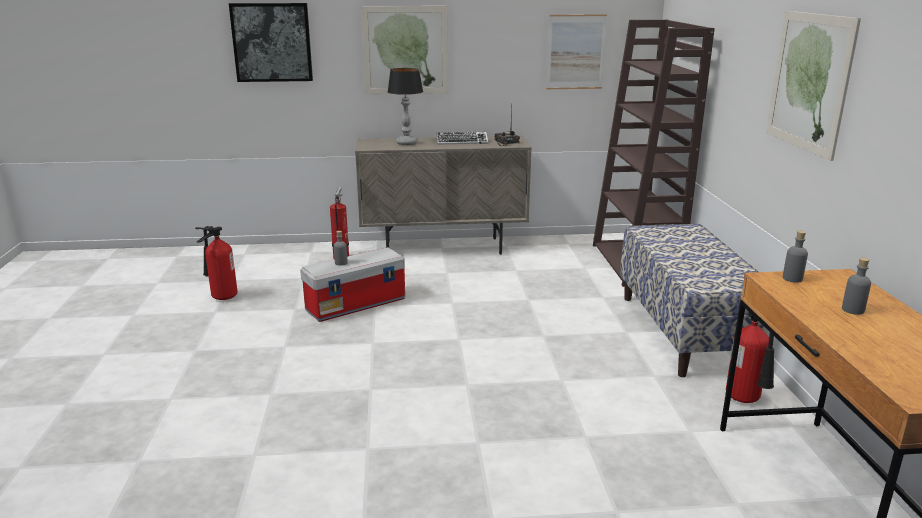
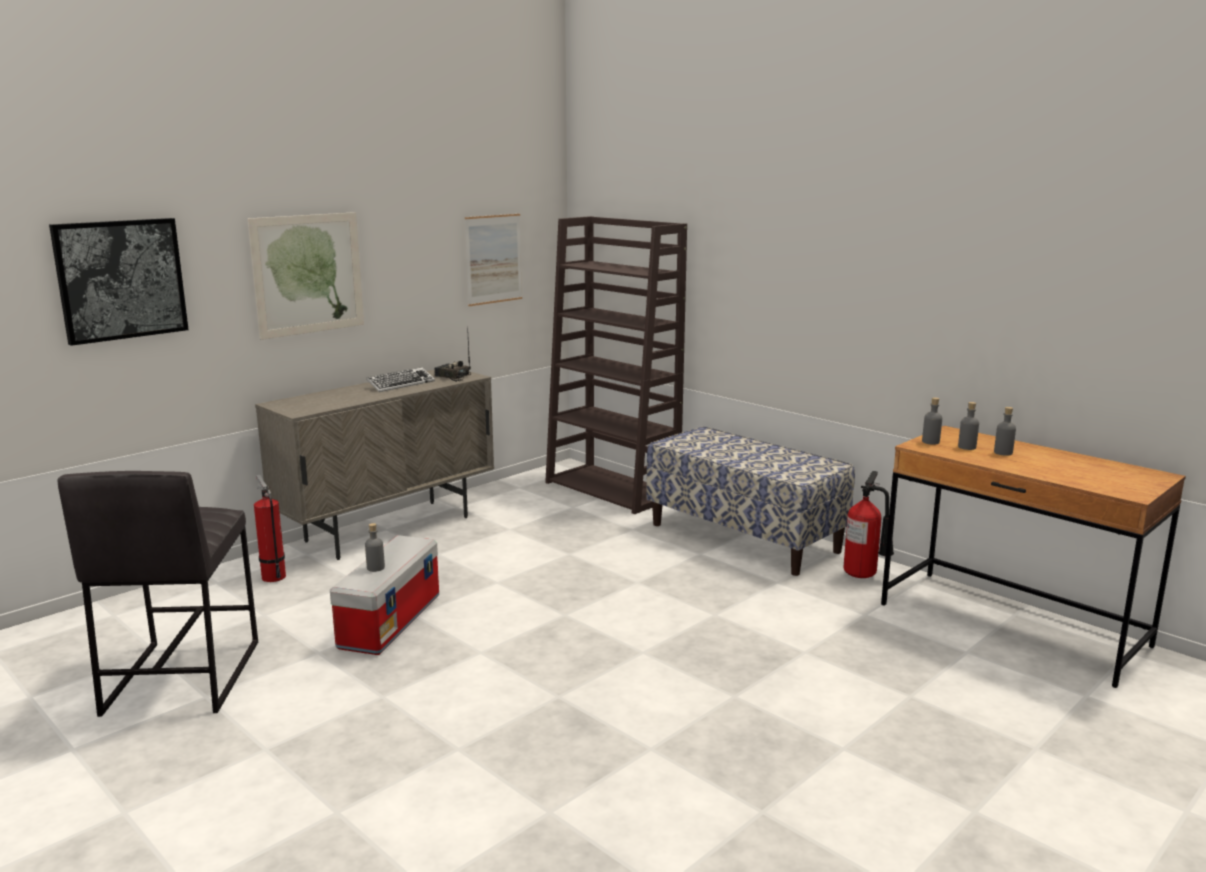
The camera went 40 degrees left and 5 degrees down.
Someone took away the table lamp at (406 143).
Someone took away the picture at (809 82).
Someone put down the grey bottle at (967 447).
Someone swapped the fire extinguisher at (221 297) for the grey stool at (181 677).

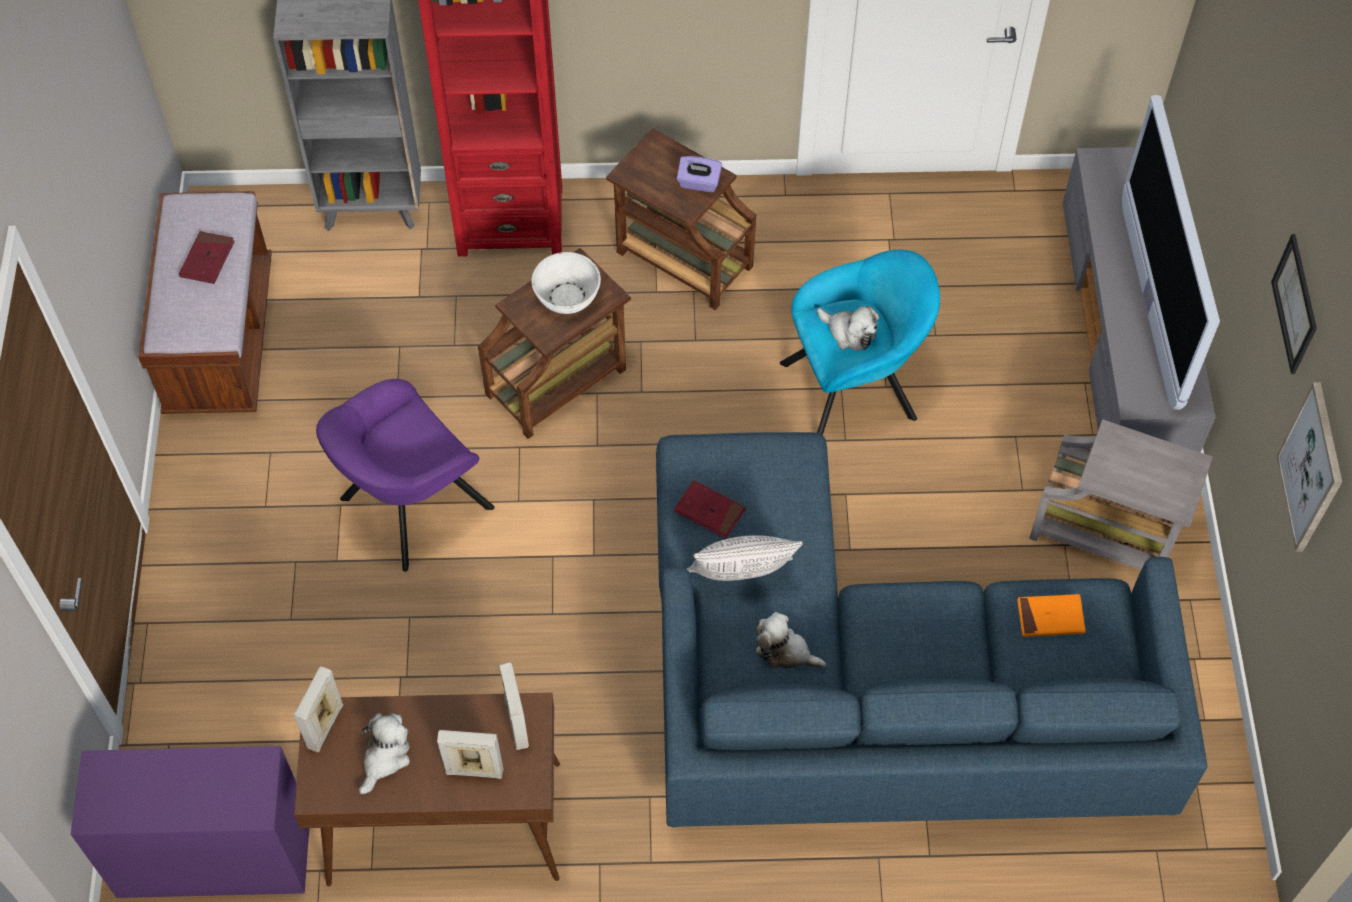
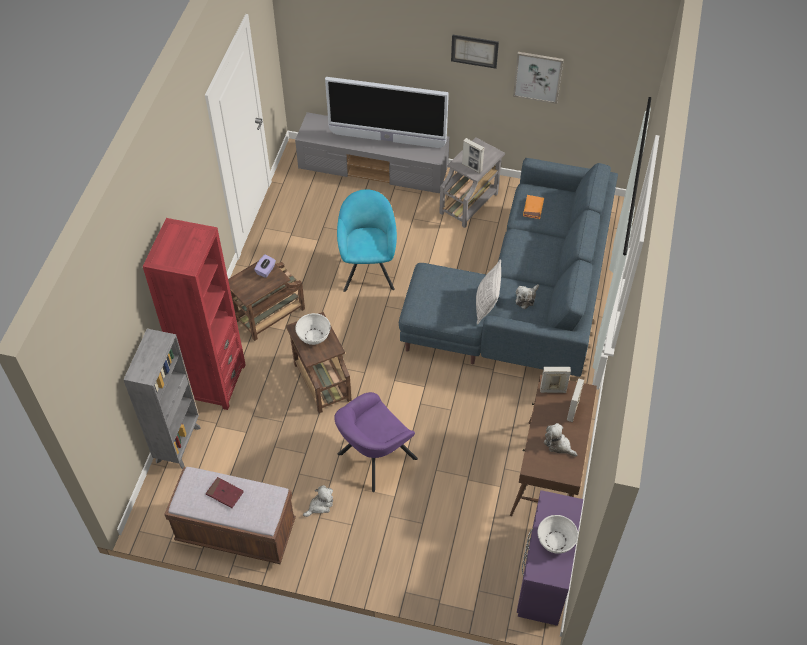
The camera went 75 degrees left and 5 degrees down.
Someone took away the red book at (709 511).
Someone put down the white bowl at (555 541).
Someone carried the picture frame from (325 727) to (472 167).
Someone carried the plush toy from (849 333) to (320 505).
Someone rotated the purple armchair at (410 507) by 75 degrees clockwise.

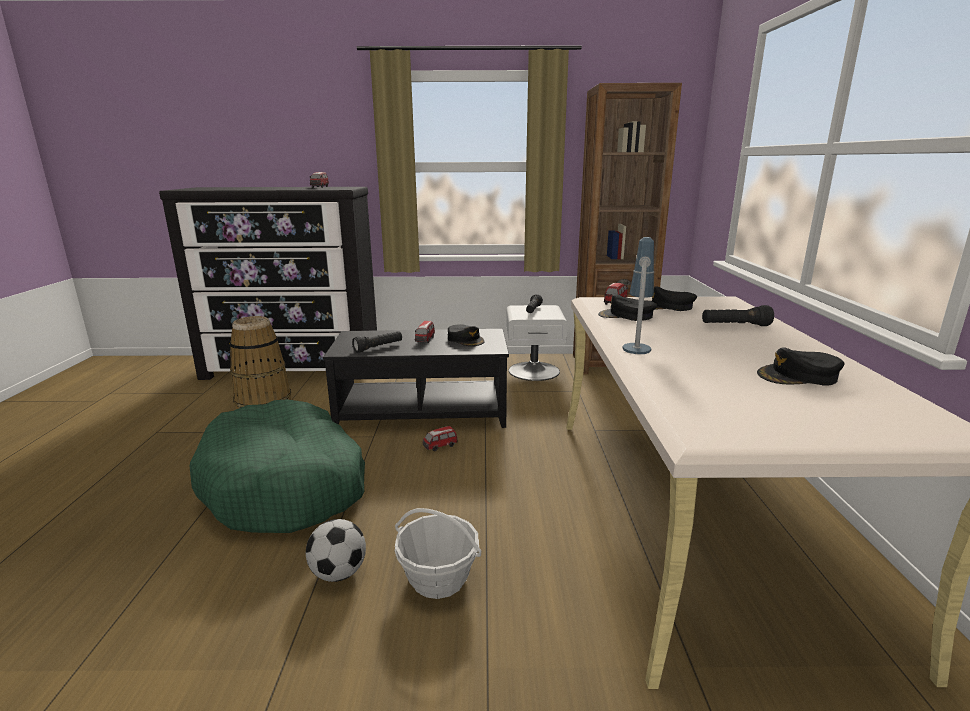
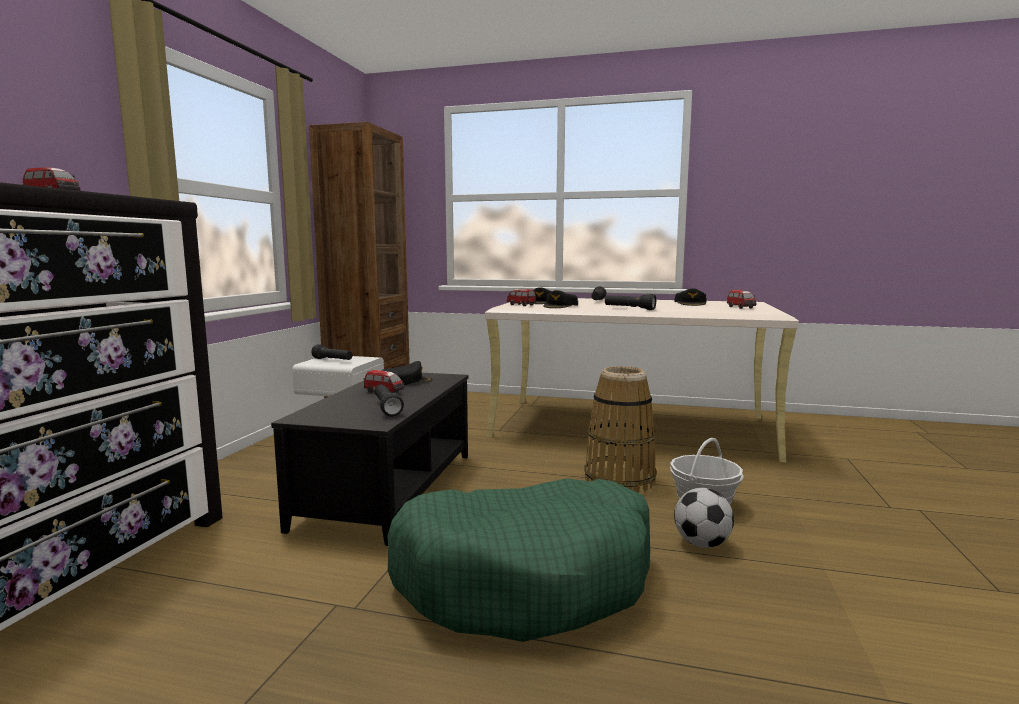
The camera went 75 degrees left and 10 degrees down.
Someone carried the basket from (263 402) to (619 479).
Someone carried the toy car from (440 446) to (741 307).
Someone swapped the table lamp at (637 343) for the black flashlight at (629 309).

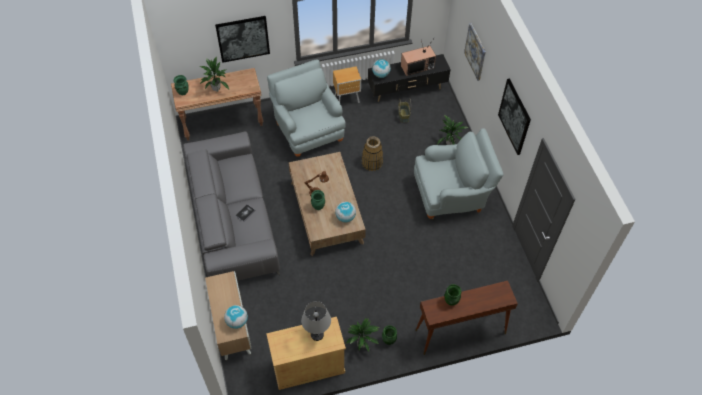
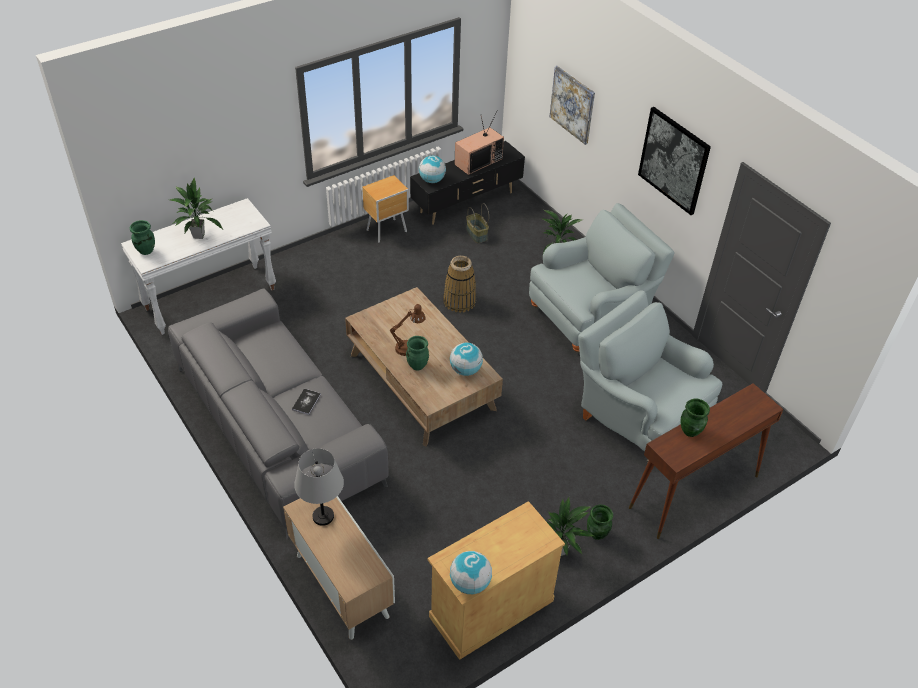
The camera went 20 degrees left and 10 degrees down.
Someone took away the picture at (243 38).
Someone carried the globe from (237 321) to (470 583).
Someone carried the grey armchair from (308 130) to (638 414).
Someone carried the grey table lamp from (317 334) to (323 516).
Someone repainted the brown console table at (223 122), which became the white console table at (210 298).

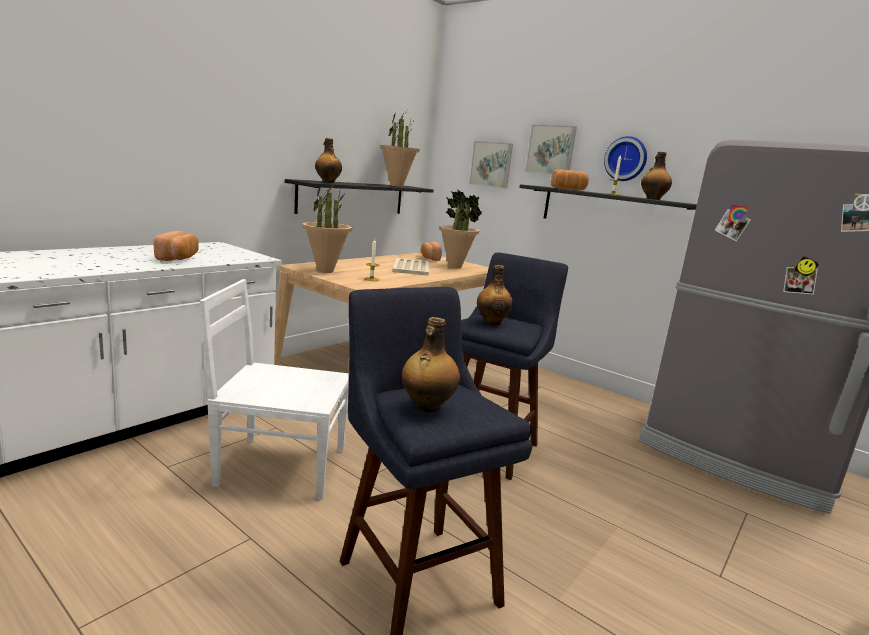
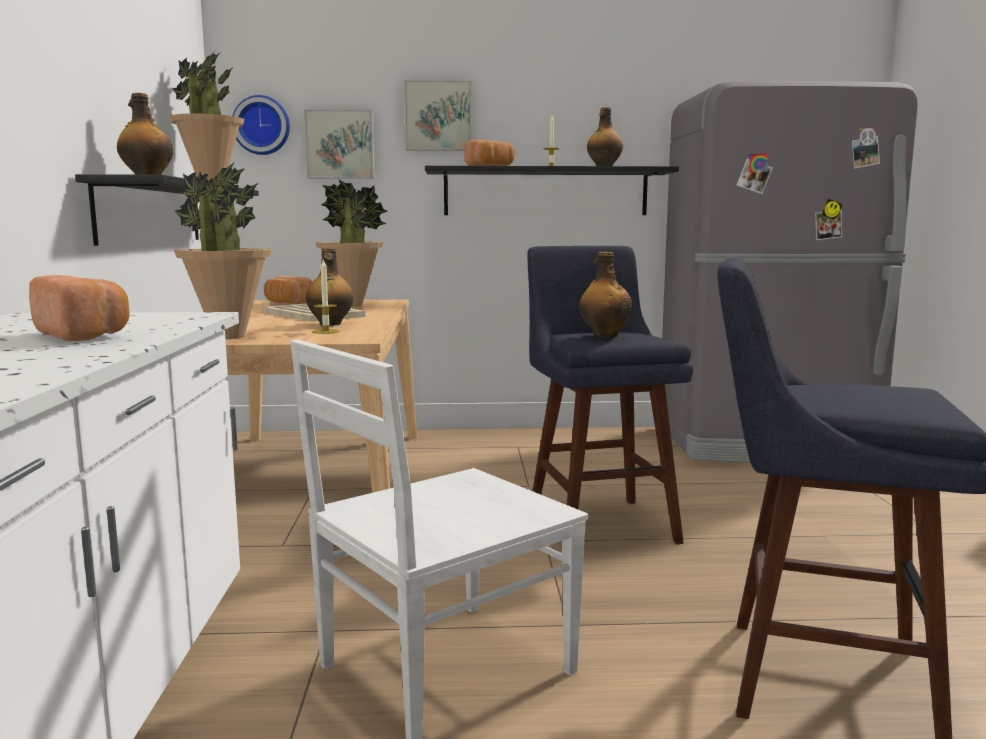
The camera went 40 degrees left and 5 degrees down.
Someone carried the bottle from (426 407) to (330 324).
Someone carried the wall clock from (626 159) to (262 125).

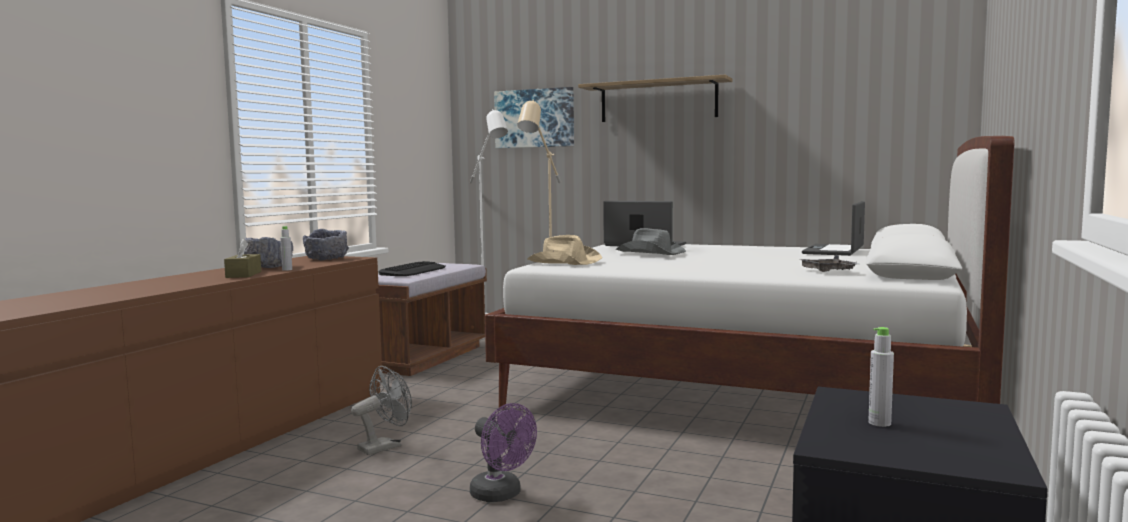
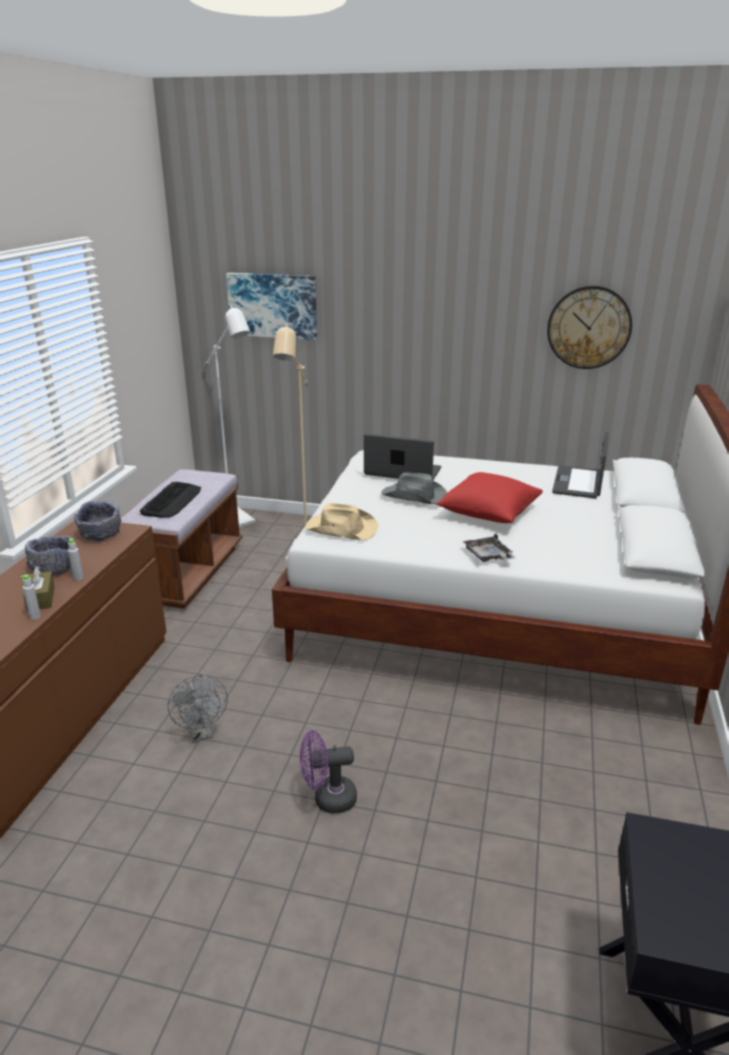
The camera went 10 degrees left and 20 degrees up.
Someone took away the shelf at (658 101).
Someone put down the red pillow at (488 513).
Someone put up the wall clock at (588 327).
Someone carried the grey tray from (828 272) to (488 556).
Someone carried the grey bottle from (879 423) to (35 617).
Someone rotated the grey fan at (385 446) by 120 degrees clockwise.
Someone rotated the purple fan at (501 495) by 135 degrees clockwise.

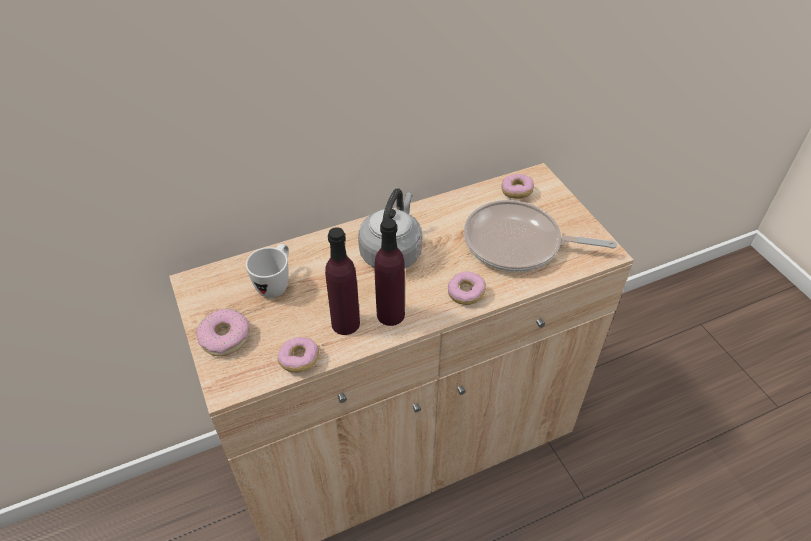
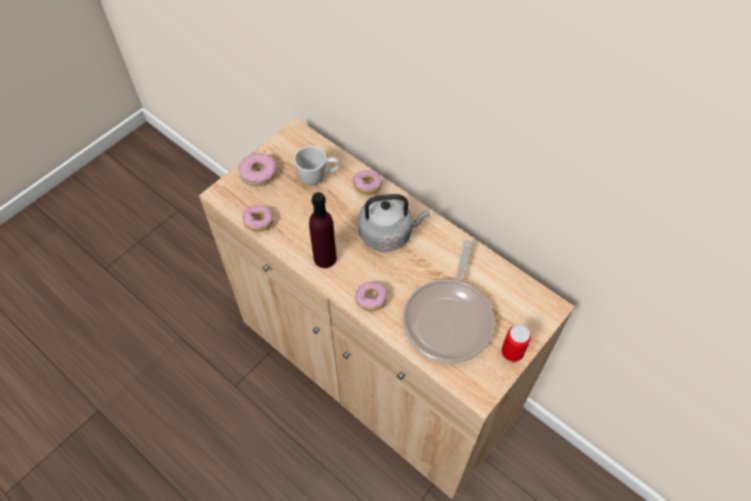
The camera went 65 degrees right and 10 degrees up.
Someone took away the purple bottle at (345 323).
Someone put down the can at (512 352).
Someone carried the donut from (516 192) to (367 186).
Someone rotated the frying pan at (518 244) by 150 degrees counterclockwise.

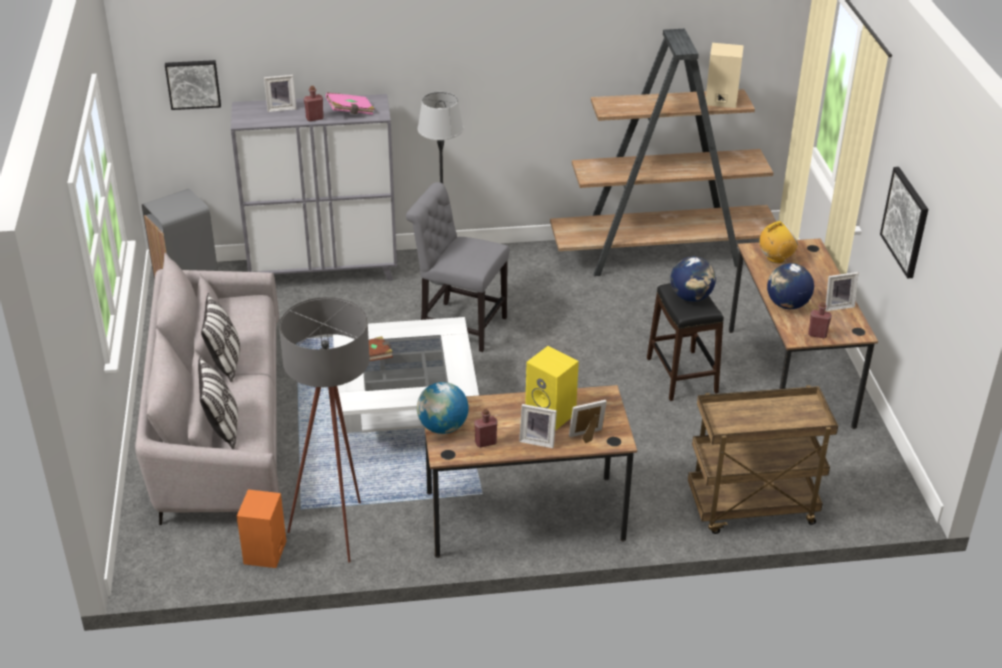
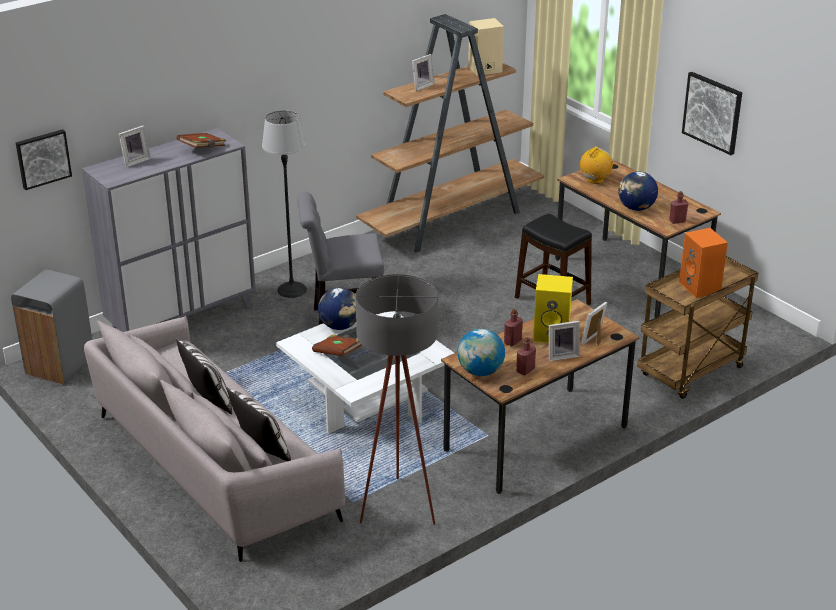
The camera went 30 degrees left and 5 degrees down.
Someone carried the orange speaker from (265 553) to (701 287).
Someone carried the red bottle from (314 118) to (512 342).
Someone carried the globe from (691 297) to (340 326).
Someone carried the picture frame from (837 305) to (421 86).
Someone repainted the pink book at (350 112), which became the brown book at (202 149).

